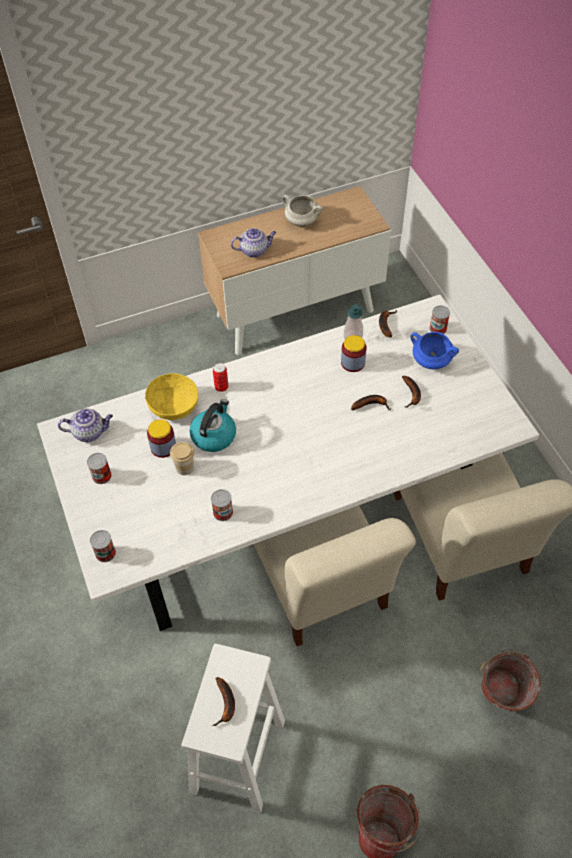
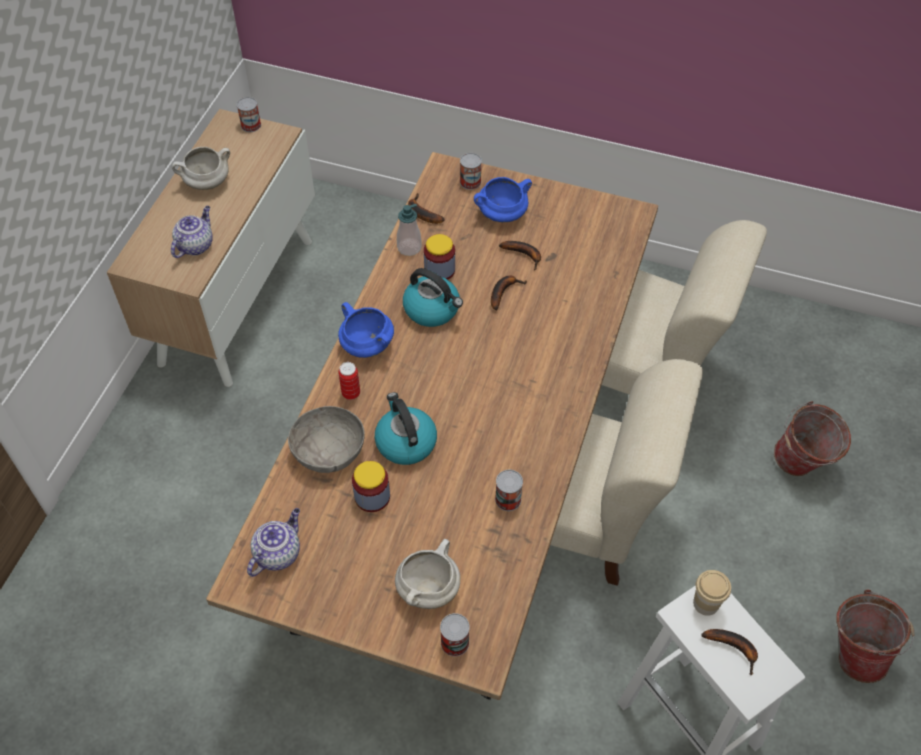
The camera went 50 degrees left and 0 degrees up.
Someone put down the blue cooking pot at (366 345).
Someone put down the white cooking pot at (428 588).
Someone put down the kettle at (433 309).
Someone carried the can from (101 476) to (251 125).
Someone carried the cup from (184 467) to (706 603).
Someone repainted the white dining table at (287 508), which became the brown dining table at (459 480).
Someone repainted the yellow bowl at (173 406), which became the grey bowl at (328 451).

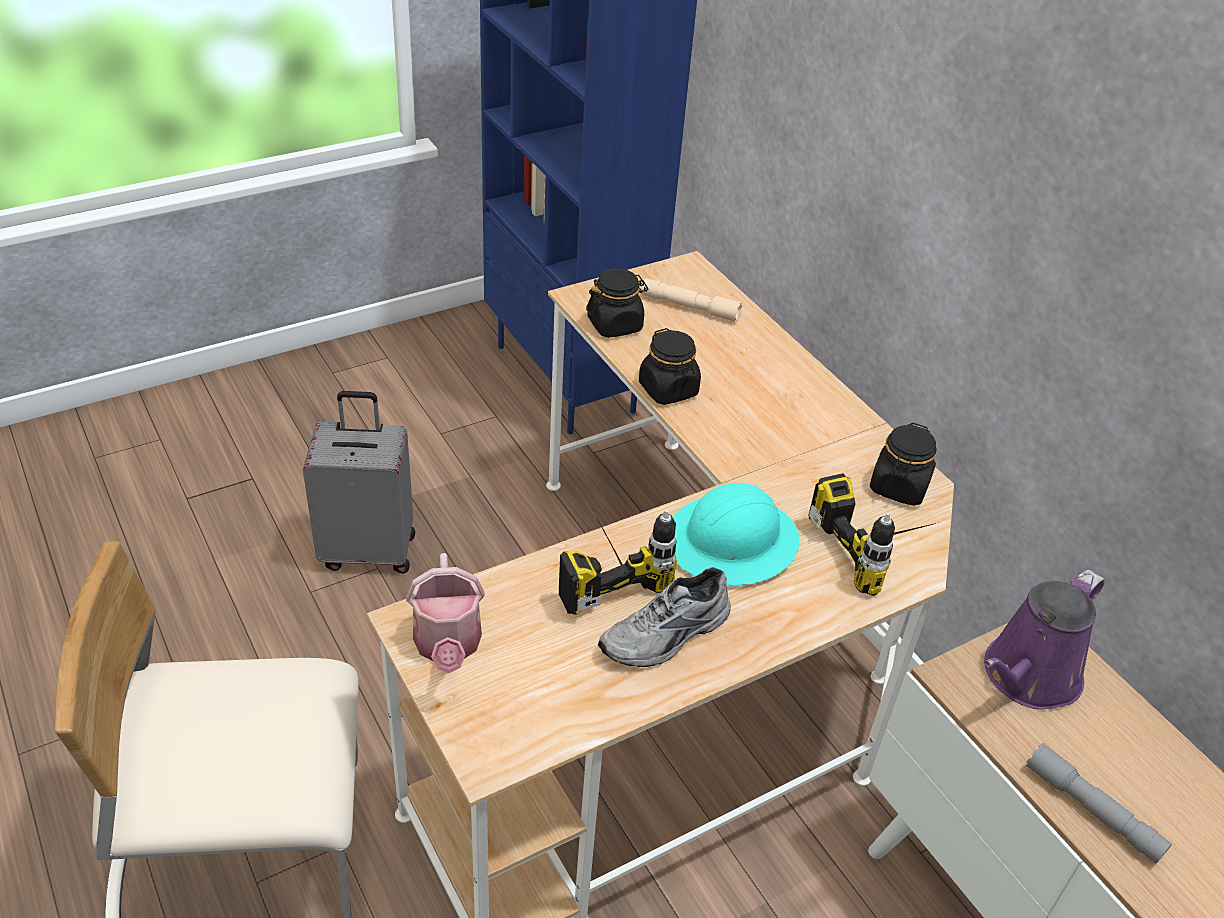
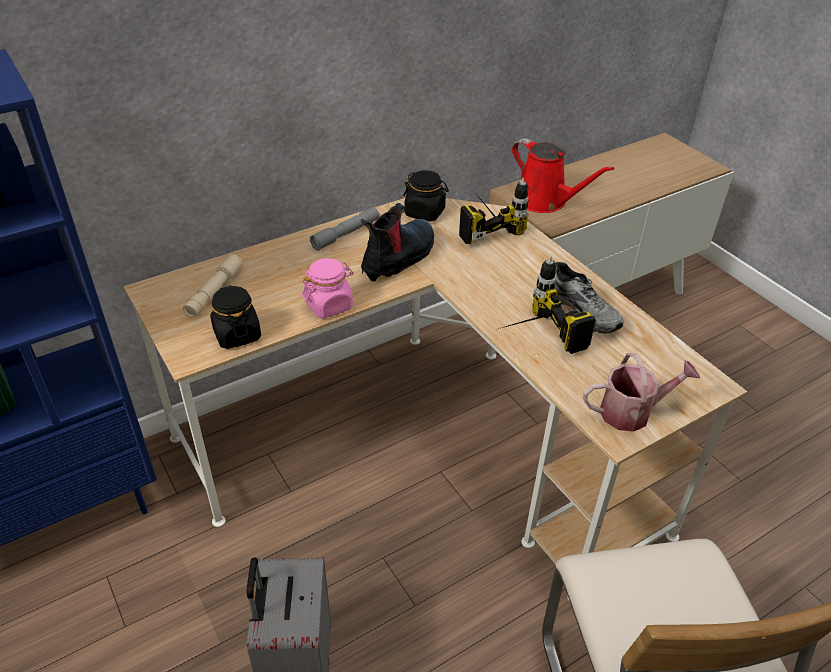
The camera went 90 degrees left and 0 degrees up.
Someone took away the turquoise hard hat at (732 543).
Someone put down the boot at (399 258).
Someone carried the grey flashlight from (1092 810) to (346 234).
Someone repainted the black jar at (668 389), which became the pink jar at (329 305).
Someone repainted the purple watering can at (1026 677), which became the red watering can at (545 201).

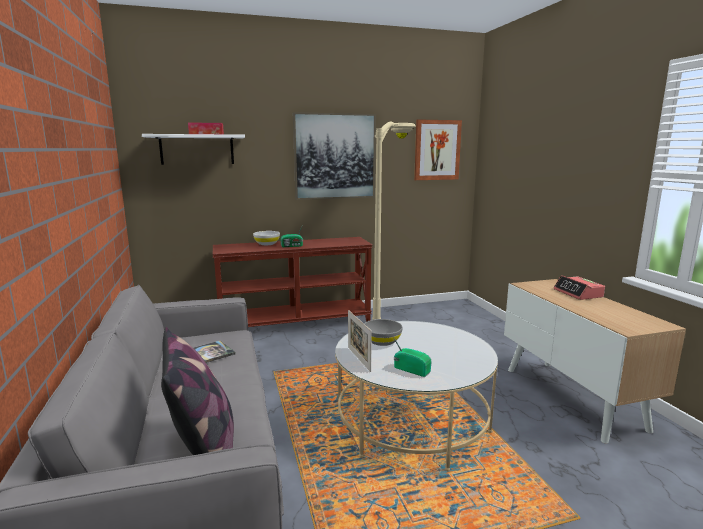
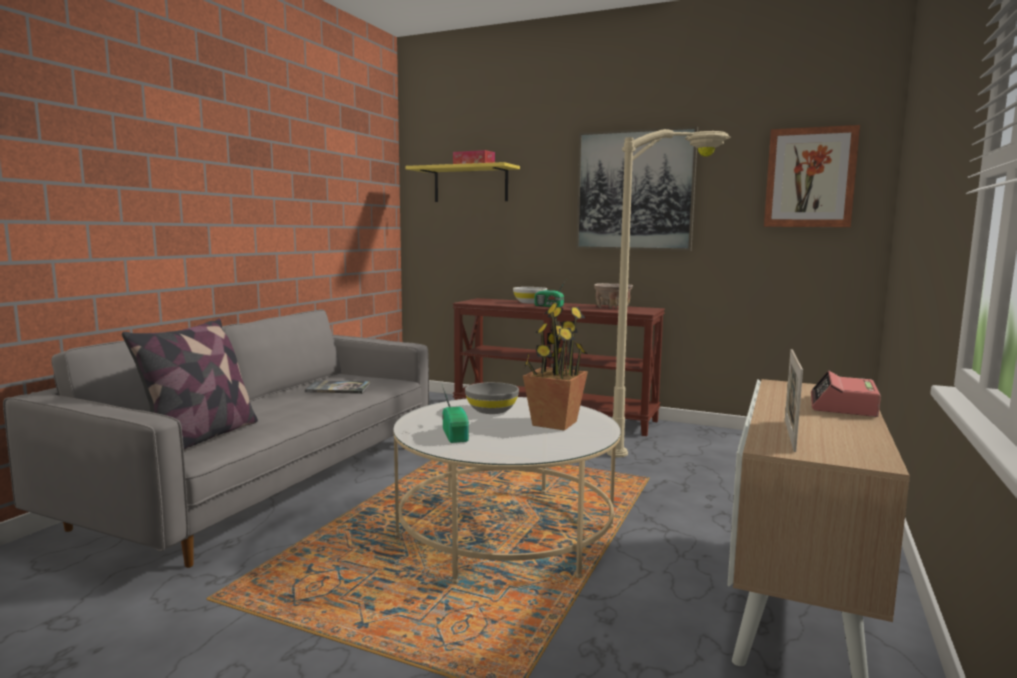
The camera went 40 degrees right and 5 degrees down.
Someone put down the potted plant at (554 423).
Someone put down the beige bowl at (612 307).
Someone carried the picture frame from (359 359) to (789 435).
Someone repainted the white shelf at (197 149), which became the yellow shelf at (470 184).

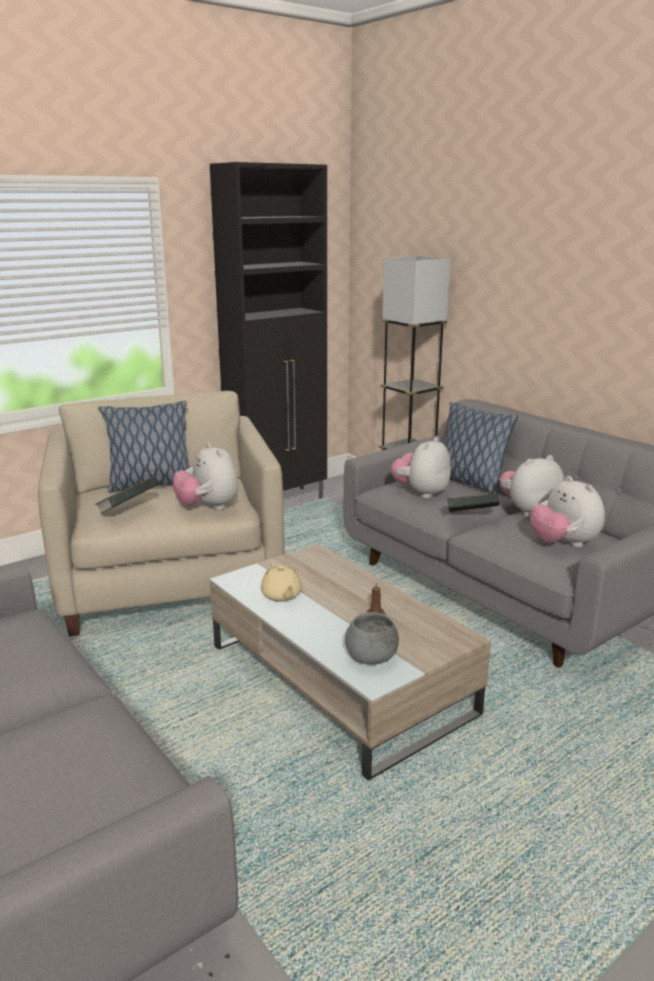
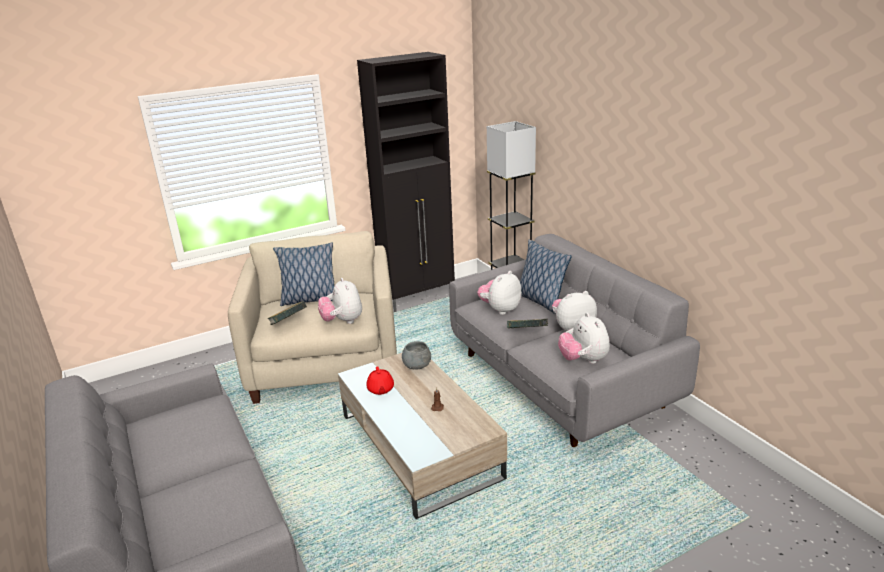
The camera went 10 degrees right and 5 degrees up.
Someone carried the grey bowl from (372 658) to (417 366).
Someone repainted the beige teapot at (281 595), which became the red teapot at (380 389).

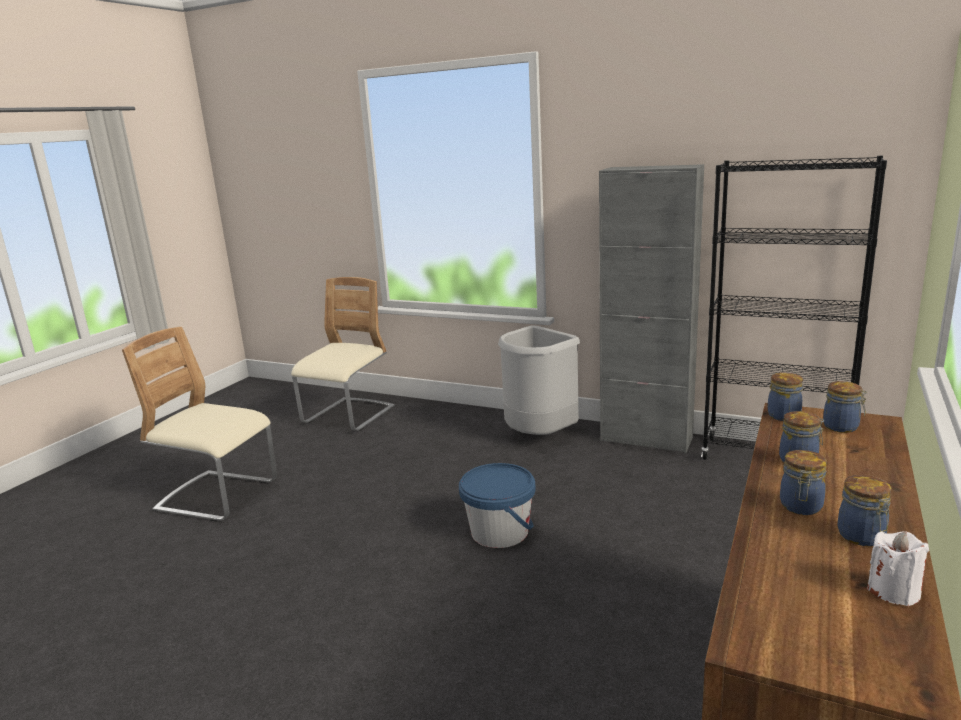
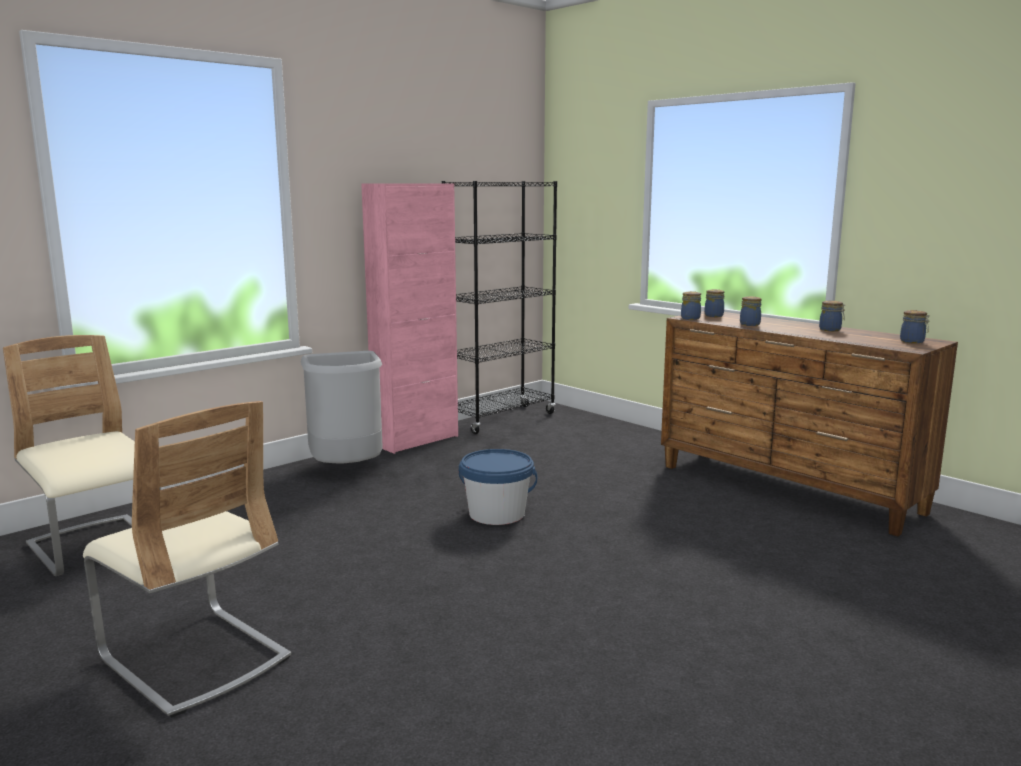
The camera went 70 degrees left and 5 degrees down.
Someone took away the white candle at (893 591).
Someone carried the jar from (800 507) to (913 342).
Someone repainted the grey cabinet at (646 439), which became the pink cabinet at (416 440).
Someone rotated the beige chair at (218 496) by 90 degrees counterclockwise.

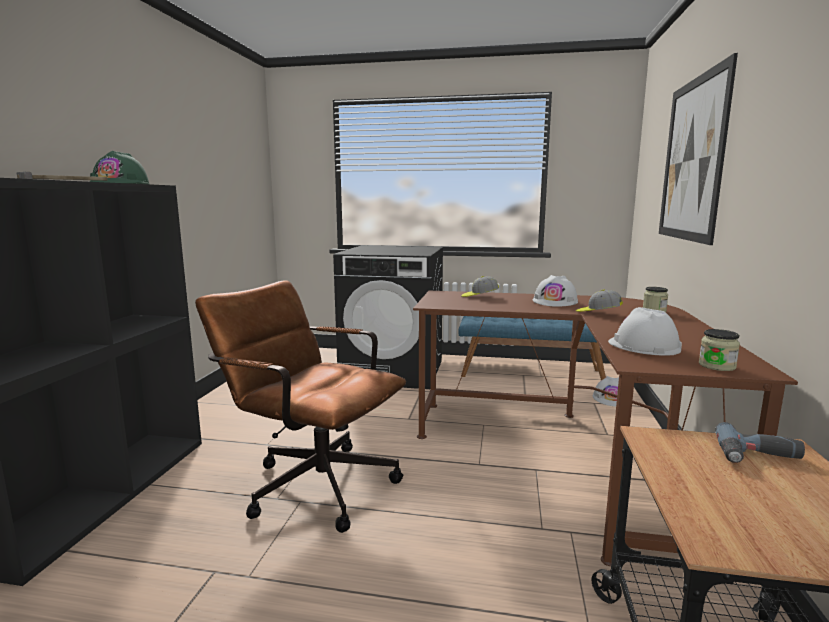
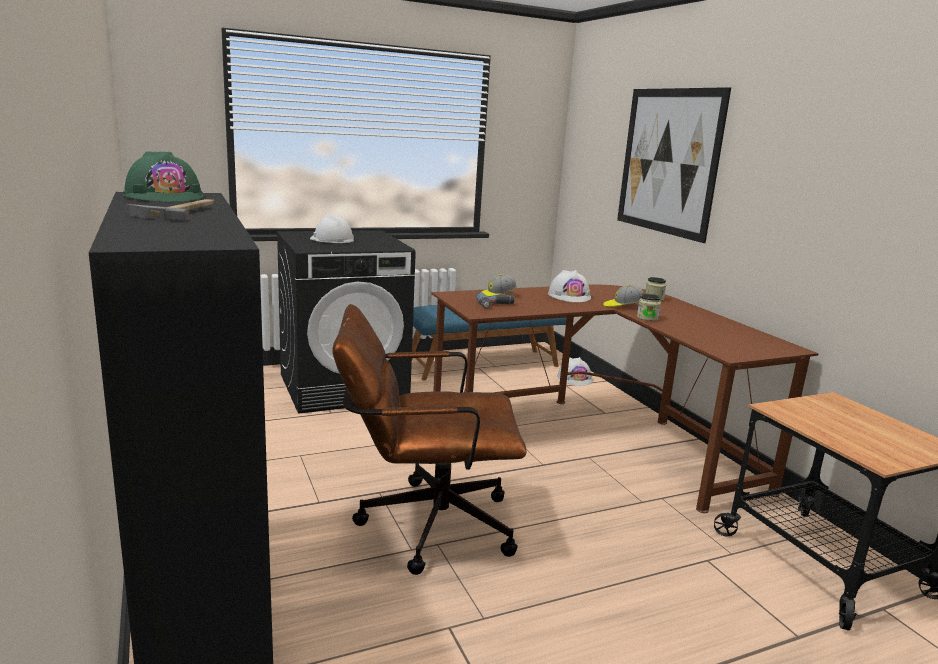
The camera went 35 degrees left and 5 degrees up.
Someone carried the white hard hat from (643 346) to (332 239).
Someone carried the jar from (717 366) to (647 318).
Someone carried the power drill from (759 457) to (496 305).

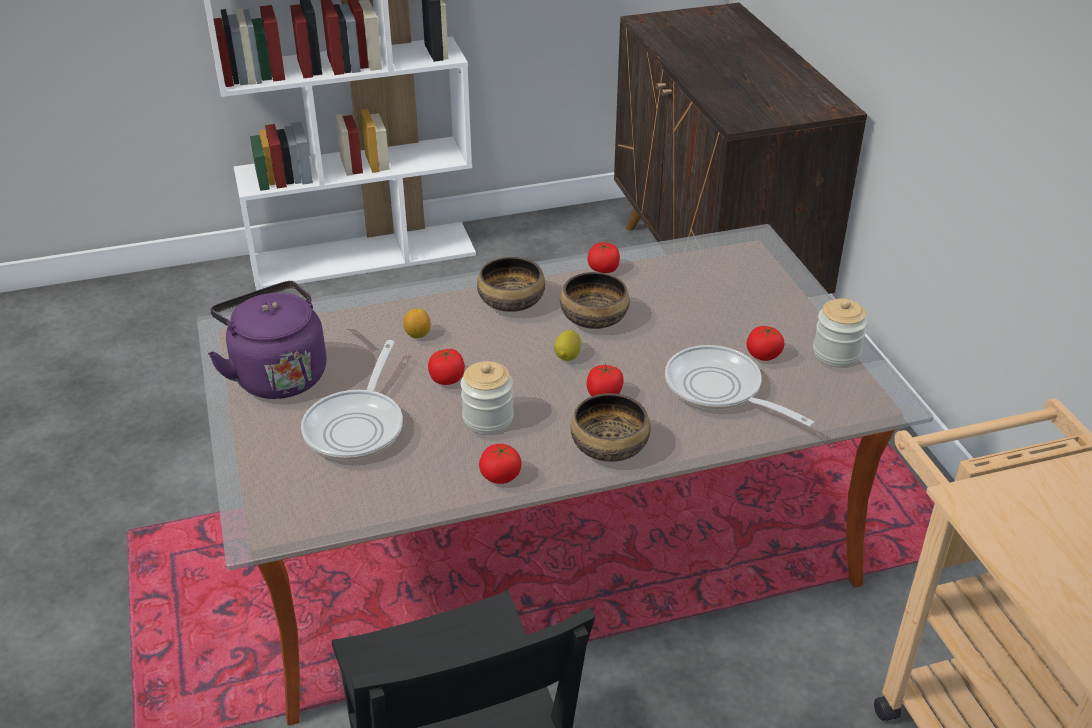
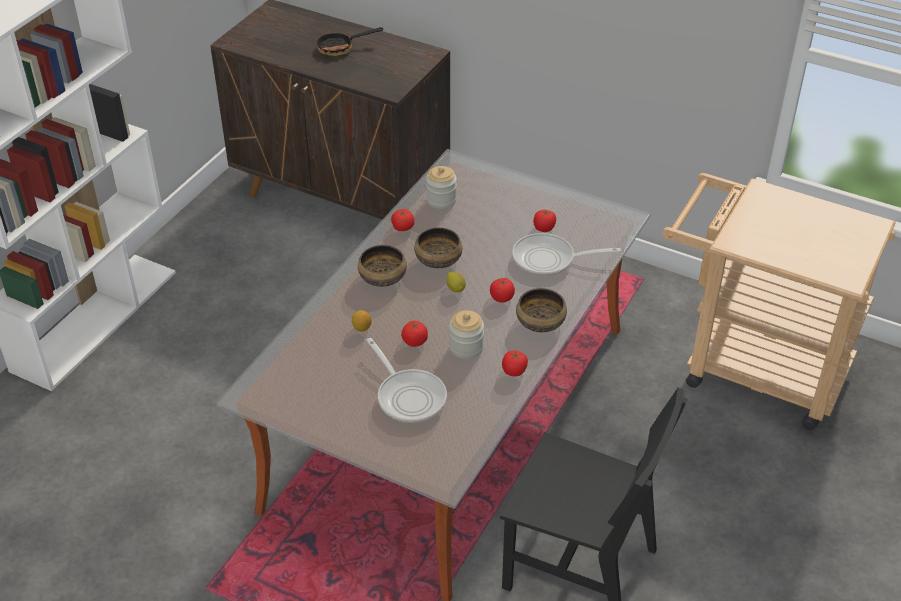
The camera went 45 degrees left and 5 degrees up.
Someone took away the purple kettle at (277 374).
Someone put down the frying pan at (341 48).
Someone carried the jar from (836 353) to (441 200).

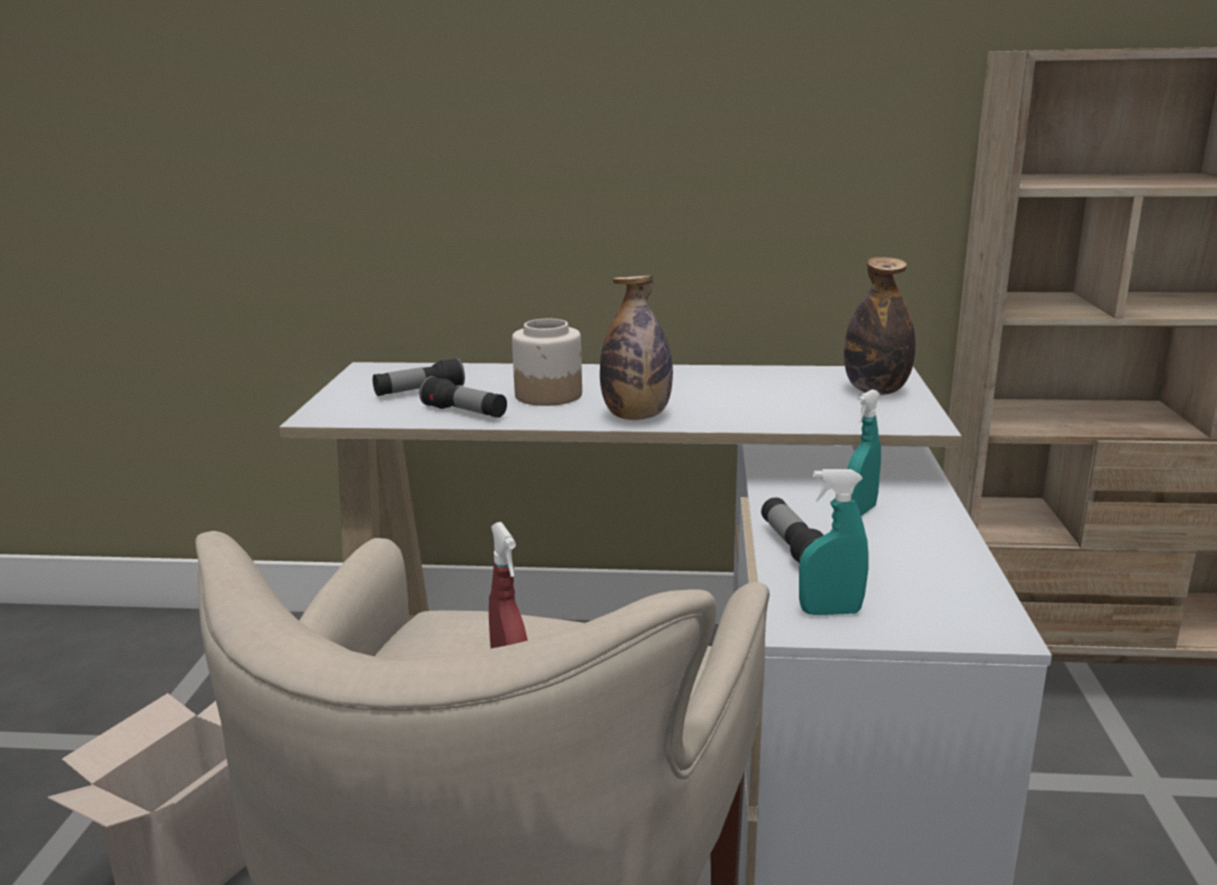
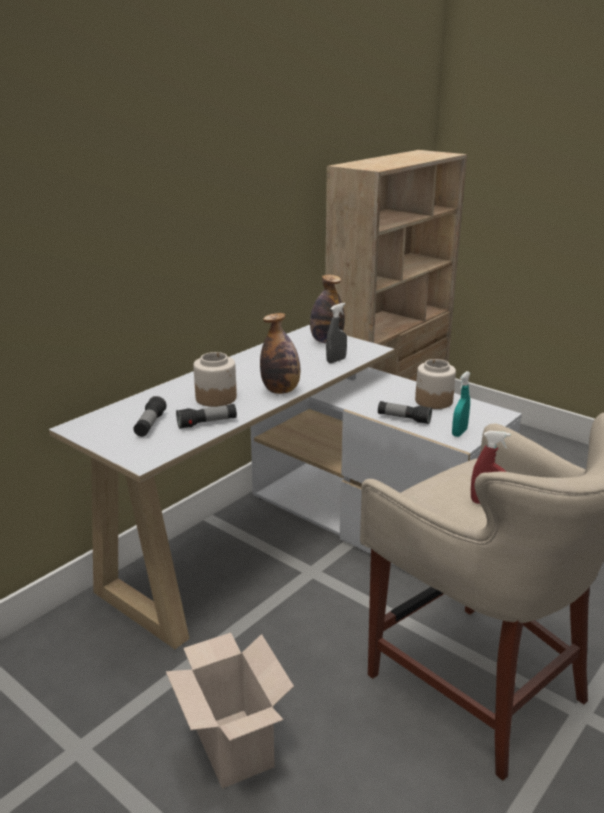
The camera went 55 degrees left and 5 degrees up.
Someone took away the turquoise spray bottle at (860 511).
Someone put down the grey spray bottle at (336 360).
Someone put down the jar at (433 401).

